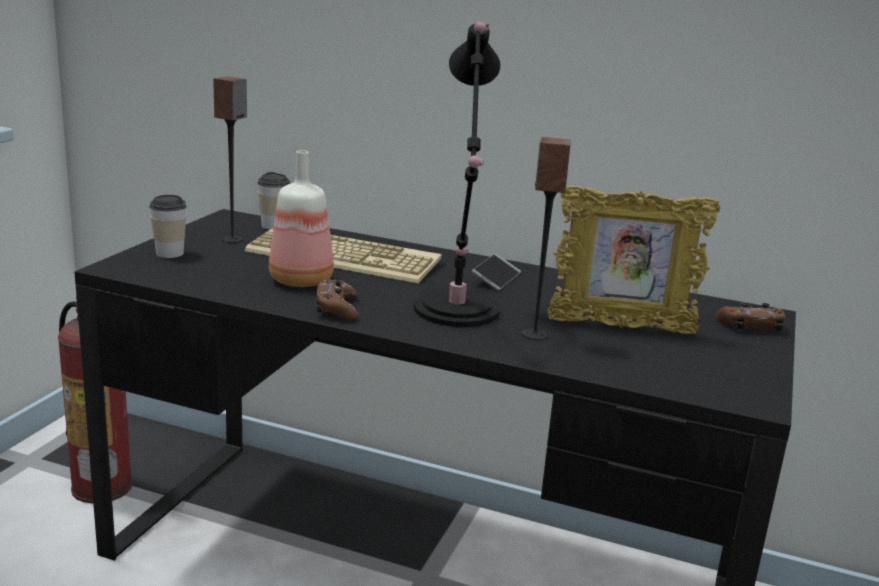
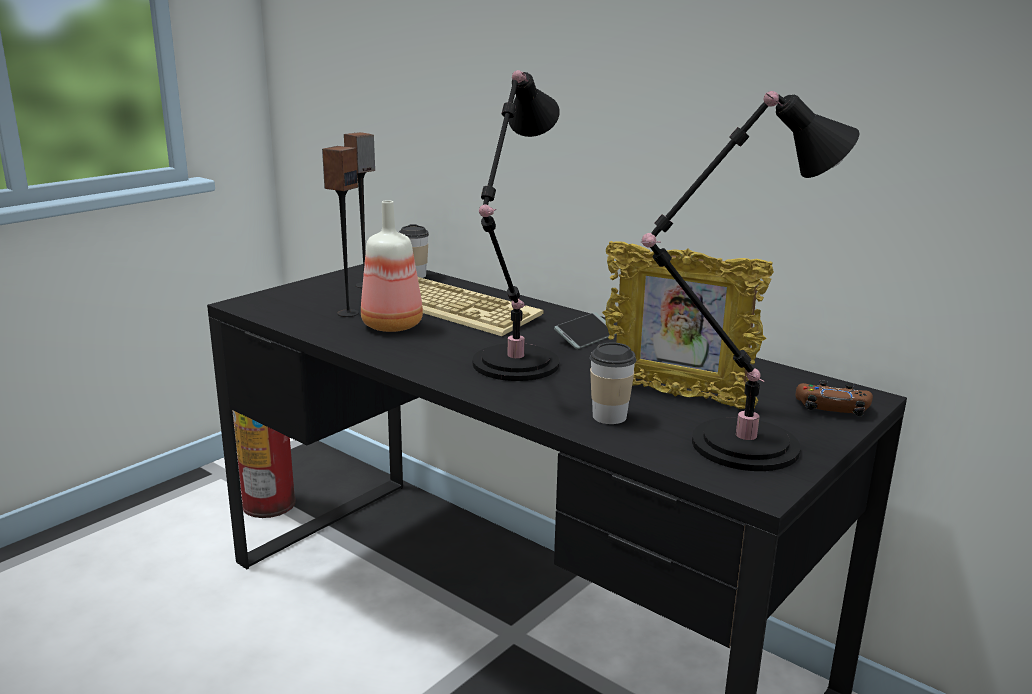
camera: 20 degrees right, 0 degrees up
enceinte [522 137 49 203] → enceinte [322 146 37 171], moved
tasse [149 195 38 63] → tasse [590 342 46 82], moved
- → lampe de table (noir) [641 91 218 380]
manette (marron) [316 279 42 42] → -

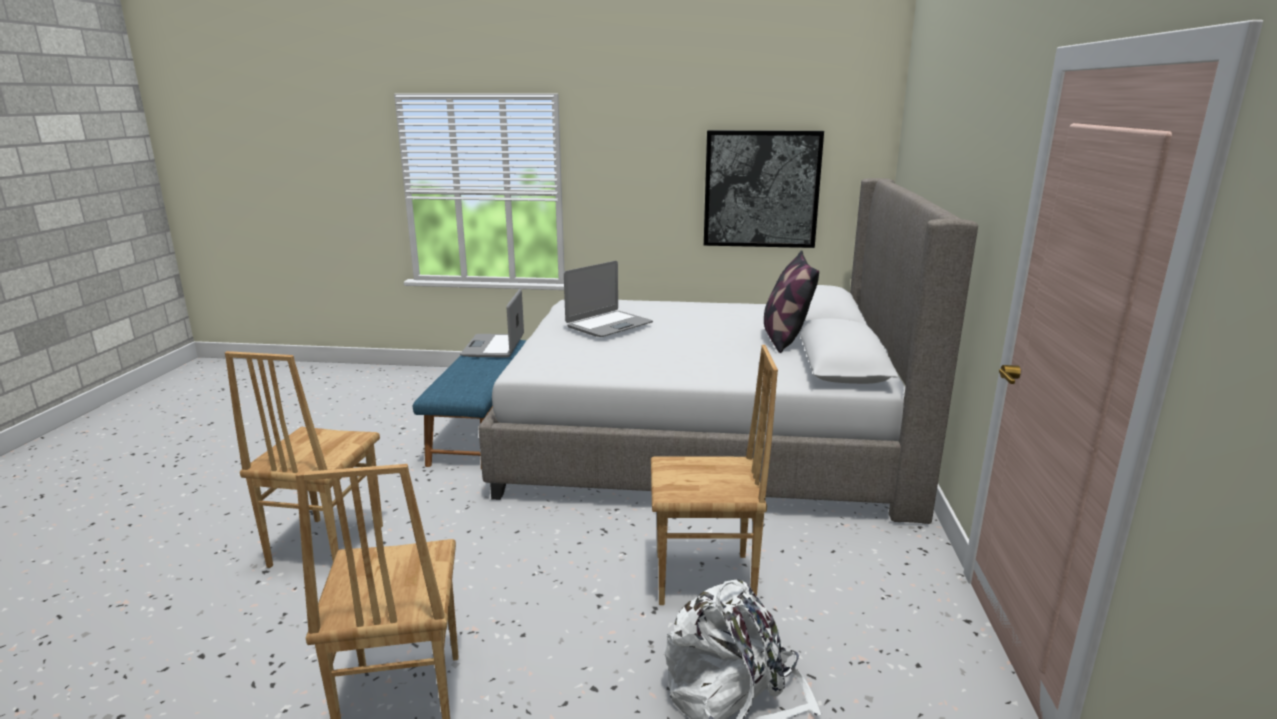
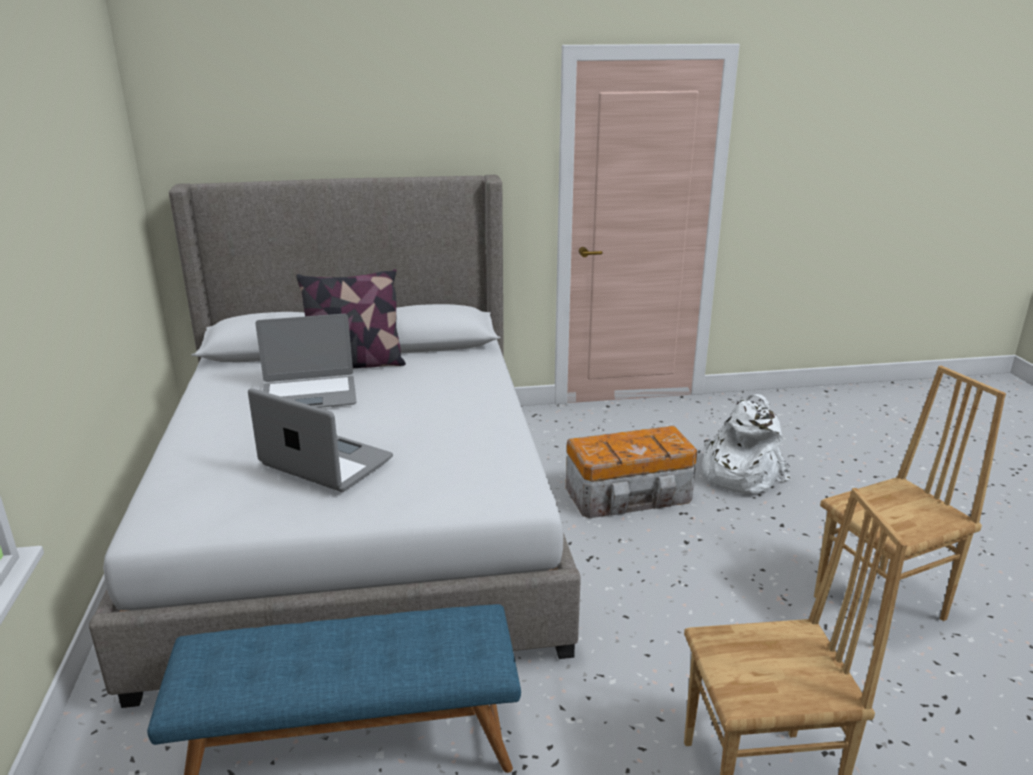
camera: 105 degrees left, 5 degrees up
ordinateur portable [460 289 64 69] → ordinateur portable [255 314 102 94], moved
chaise (marron) [651 345 127 260] → boîte de rangement [566 425 131 93]
tableau [704 130 120 118] → -

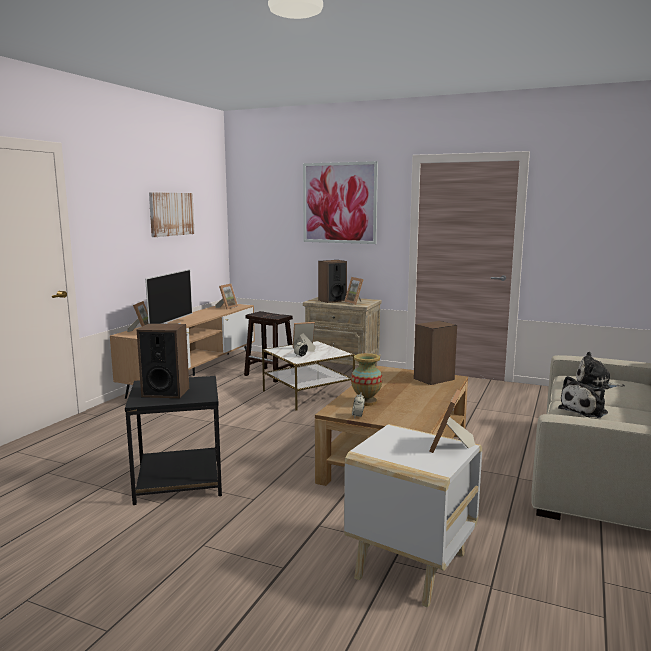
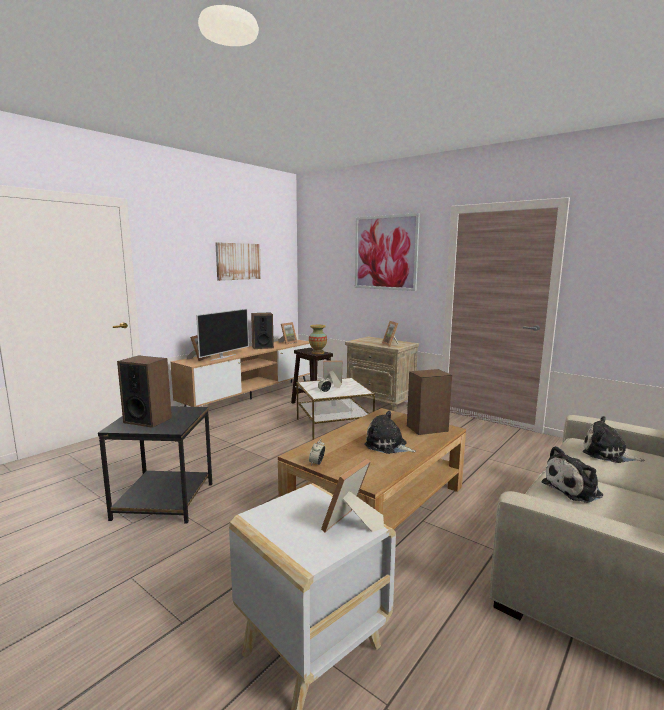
camera: 15 degrees right, 0 degrees up
enceinte [318 260 29 43] → enceinte [251 312 23 37], moved
vase [351 353 31 53] → vase [309 325 18 29], moved
- → peluche [365 411 51 43]

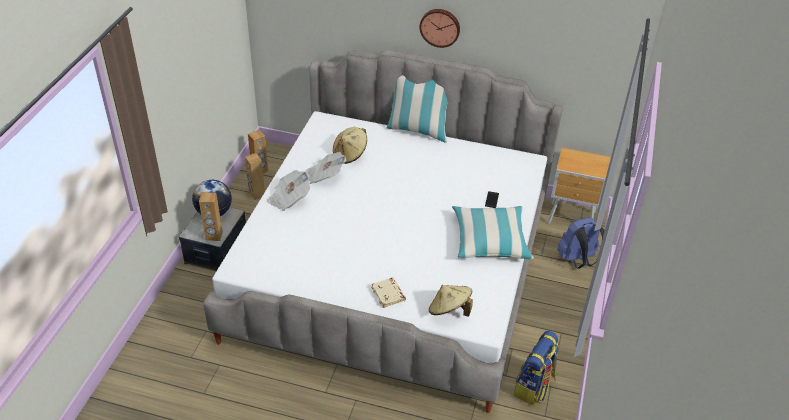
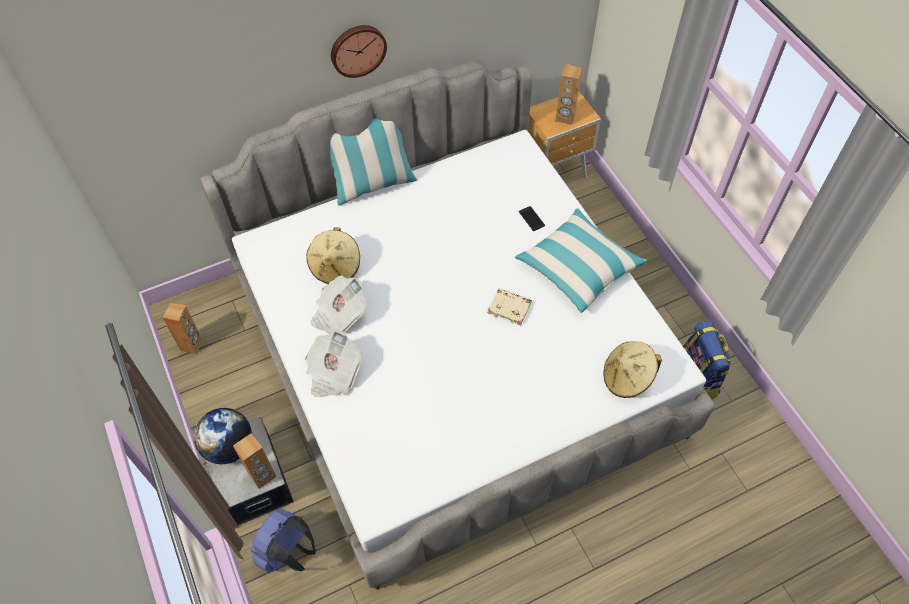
camera: 40 degrees left, 15 degrees up
sac à dos (bleu) [557 218 48 51] → sac à dos (bleu) [250 508 66 66], moved
livre (beige) [371 278 35 30] → livre (beige) [488 288 44 38], moved
enceinte (marron) [245 153 20 47] → enceinte (marron) [555 64 27 61], moved

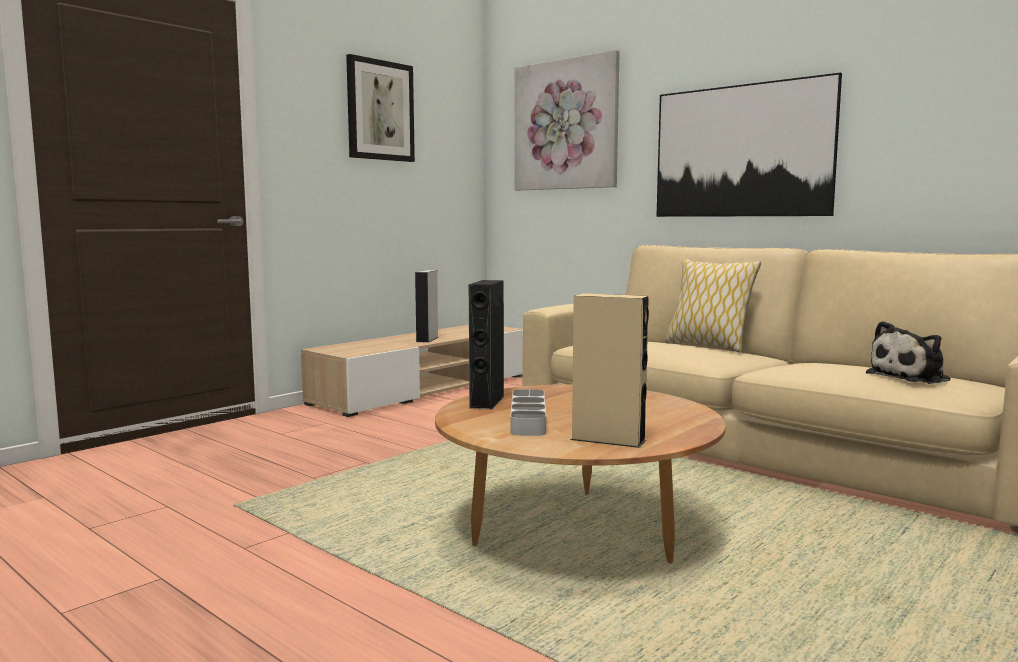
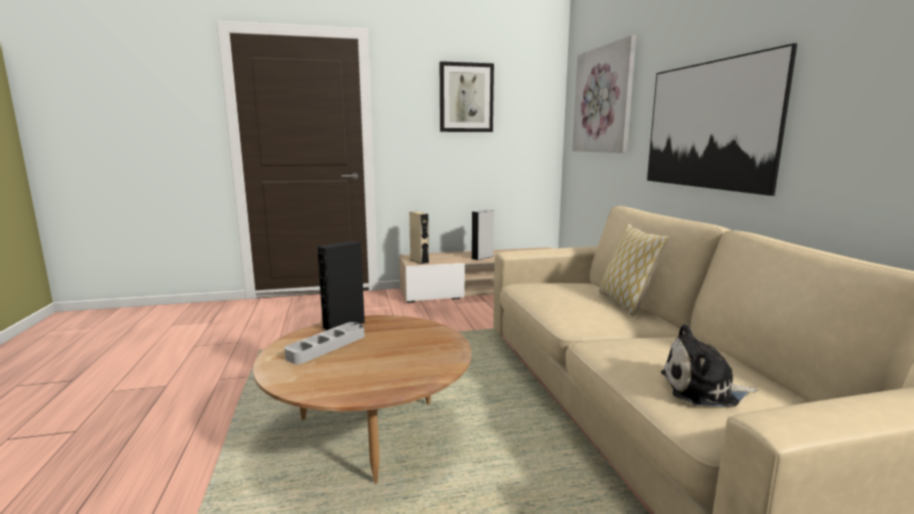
camera: 35 degrees right, 5 degrees up
enceinte (beige) [571 293 78 155] → enceinte (beige) [409 211 20 53], moved

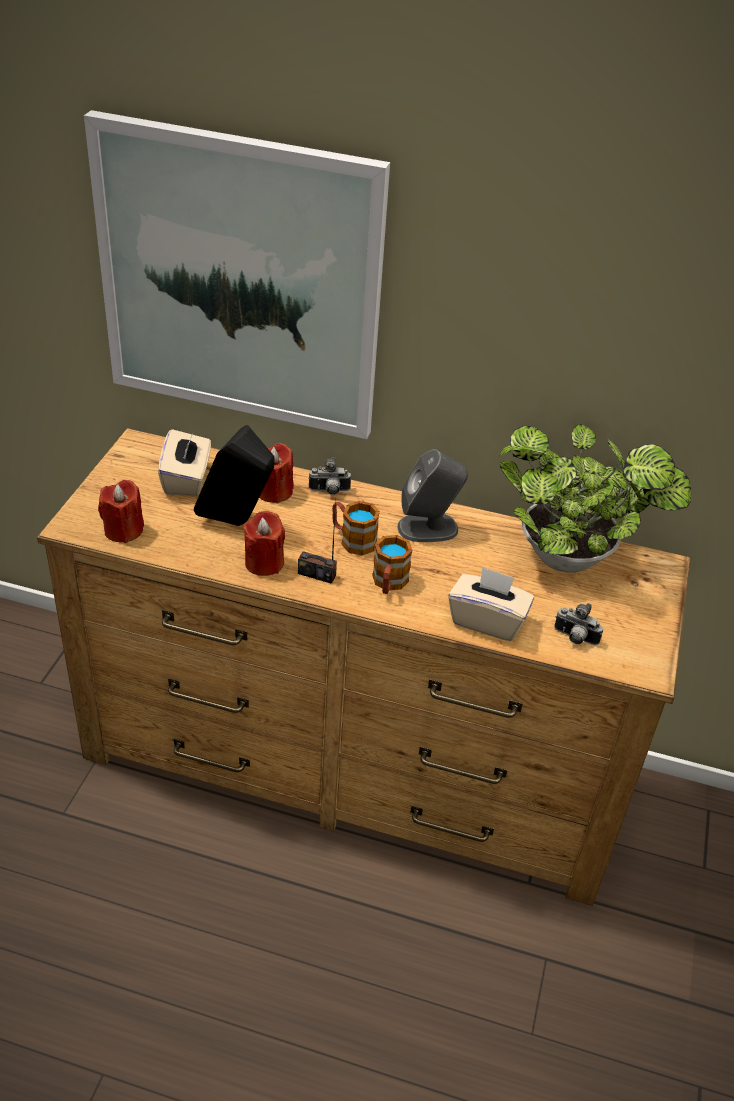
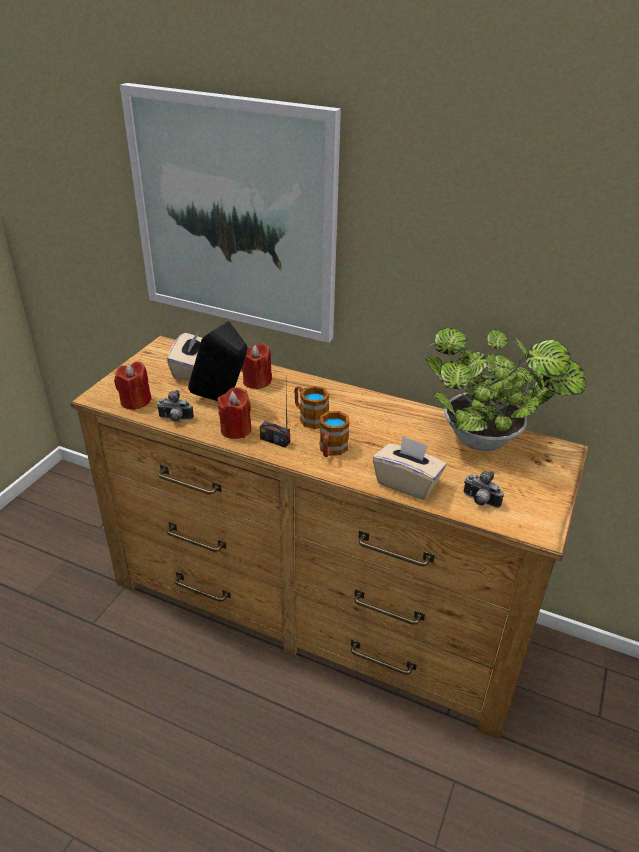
camera: 10 degrees right, 5 degrees down
appareil photo [308 457 44 38] → appareil photo [157 390 37 32], moved
enceinte (gris) [397 449 71 93] → -

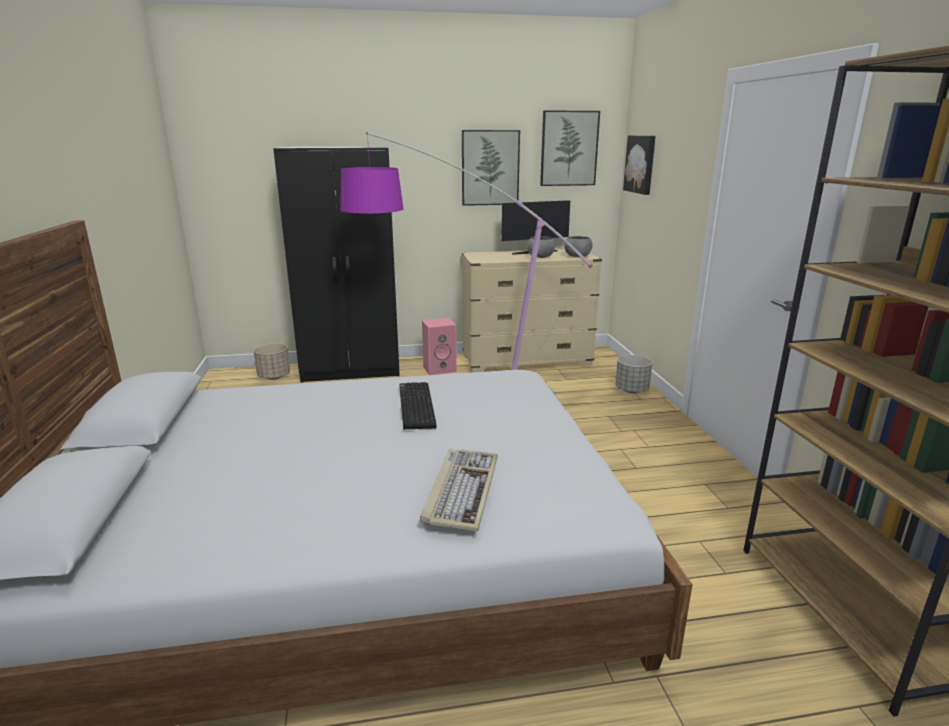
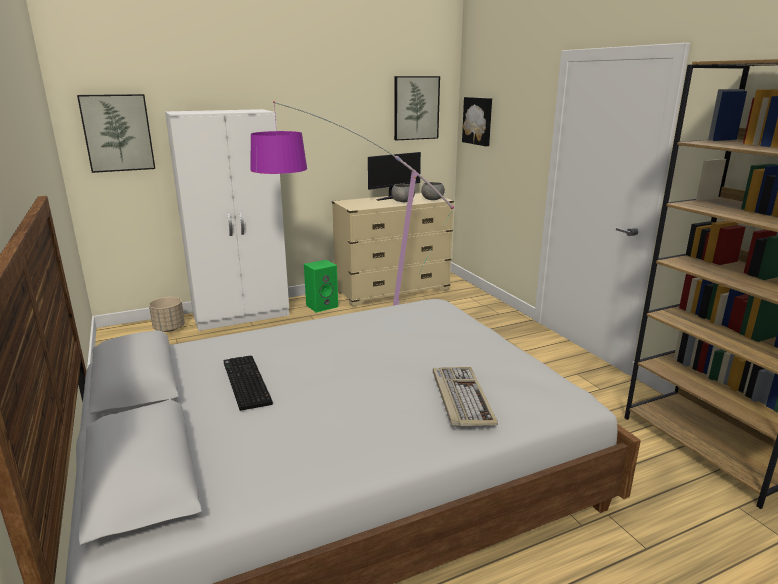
camera: 15 degrees left, 0 degrees up
tableau [462 130 58 76] → tableau [77 94 78 79], moved
armoire (noir) [273 147 127 235] → armoire (blanc) [165 109 124 222]
clavier [400 382 37 47] → clavier [224 355 49 56], moved
enceinte (rose) [422 318 35 57] → enceinte (vert) [304 260 34 53]
cache-pot (gris) [615 355 38 38] → -

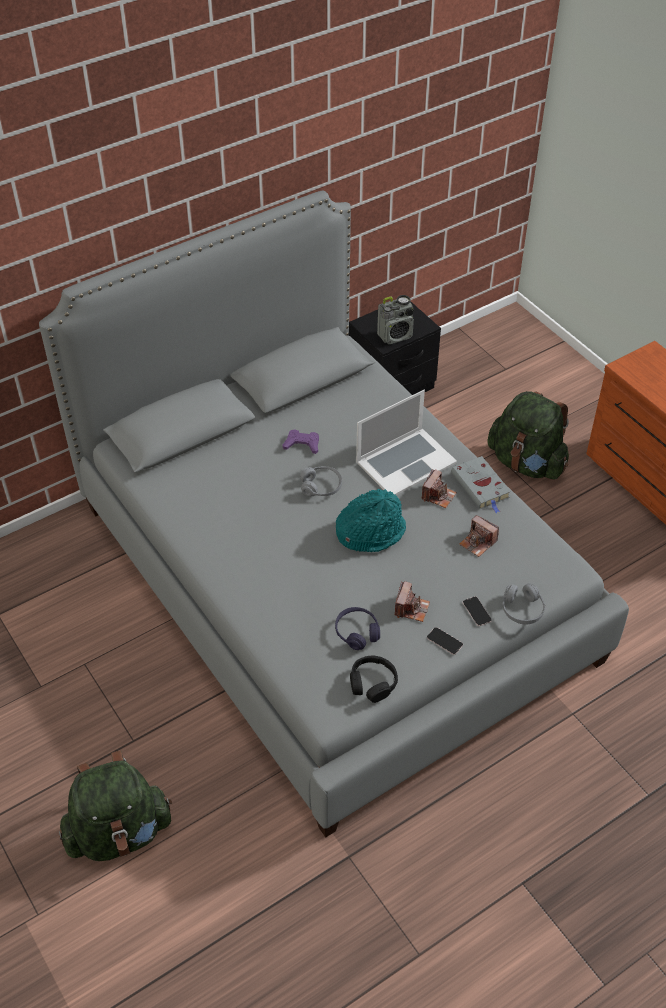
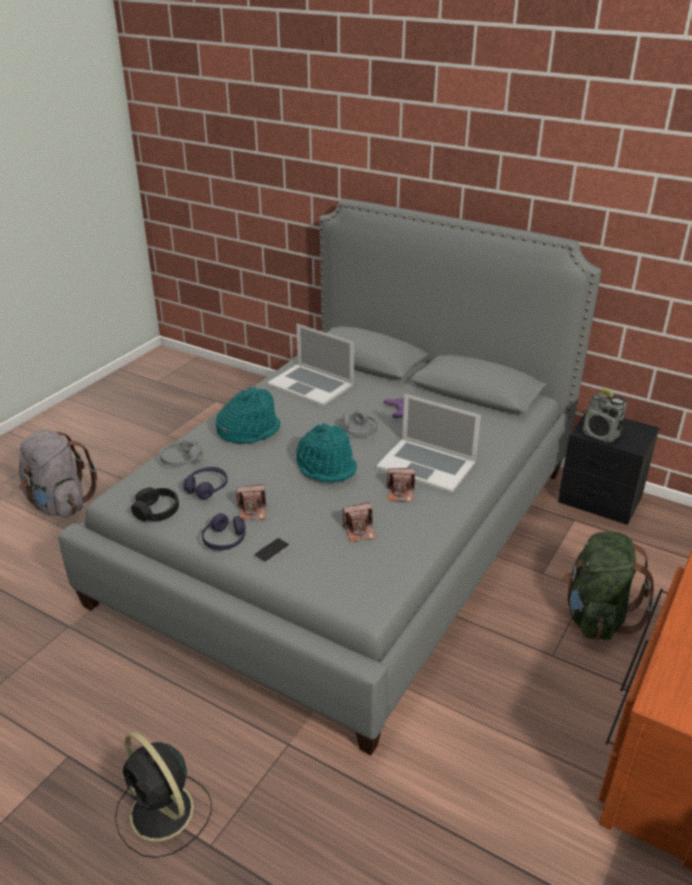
camera: 65 degrees right, 15 degrees down
sac à dos (vert) [59 750 113 111] → sac à dos (gris) [19 429 78 89]
- → ventilateur (noir) [115 732 97 126]
casque audio (gris) [503 583 42 42] → casque audio (gris) [160 438 43 28], moved
téléphone [427 627 36 28] → casque audio (violet) [202 513 44 38]
- → chapeau (turquoise) [215 387 65 57]
- → ordinateur portable [267 324 87 82]
appareil photo [459 515 40 42] → appareil photo [342 502 35 40], 120 degrees counterclockwise
livre (gris) [451 456 60 57] → -

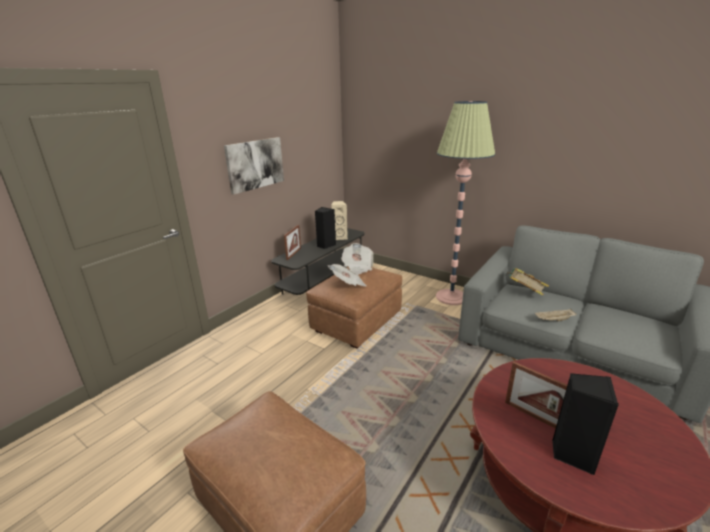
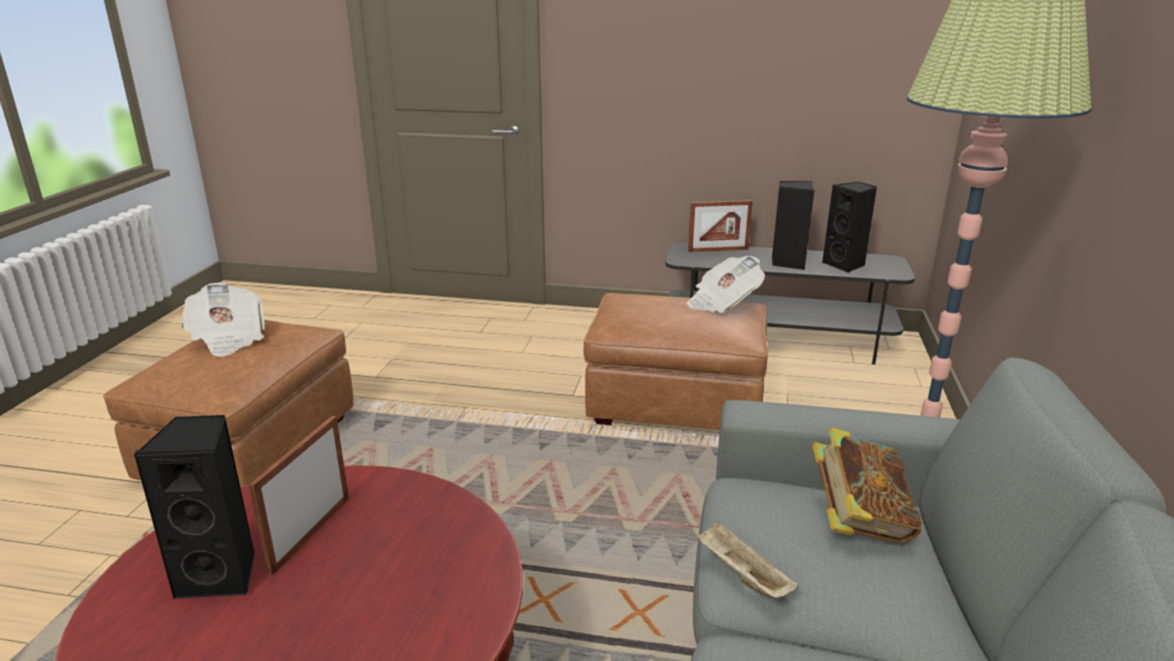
camera: 65 degrees right, 0 degrees up
journal [328 264 39 23] → journal [181 283 84 74], moved
enceinte (beige) [331 201 17 39] → enceinte (noir) [822 182 55 91]
tableau [224 137 60 58] → -

